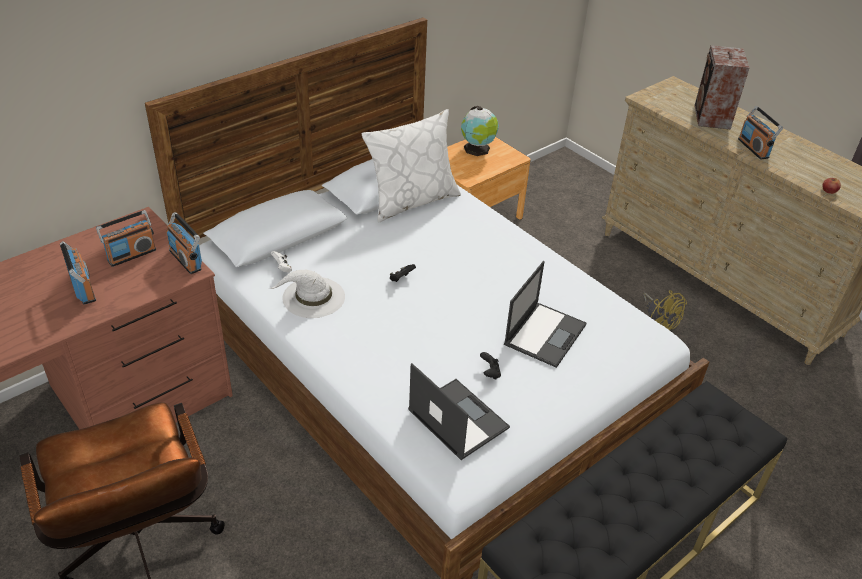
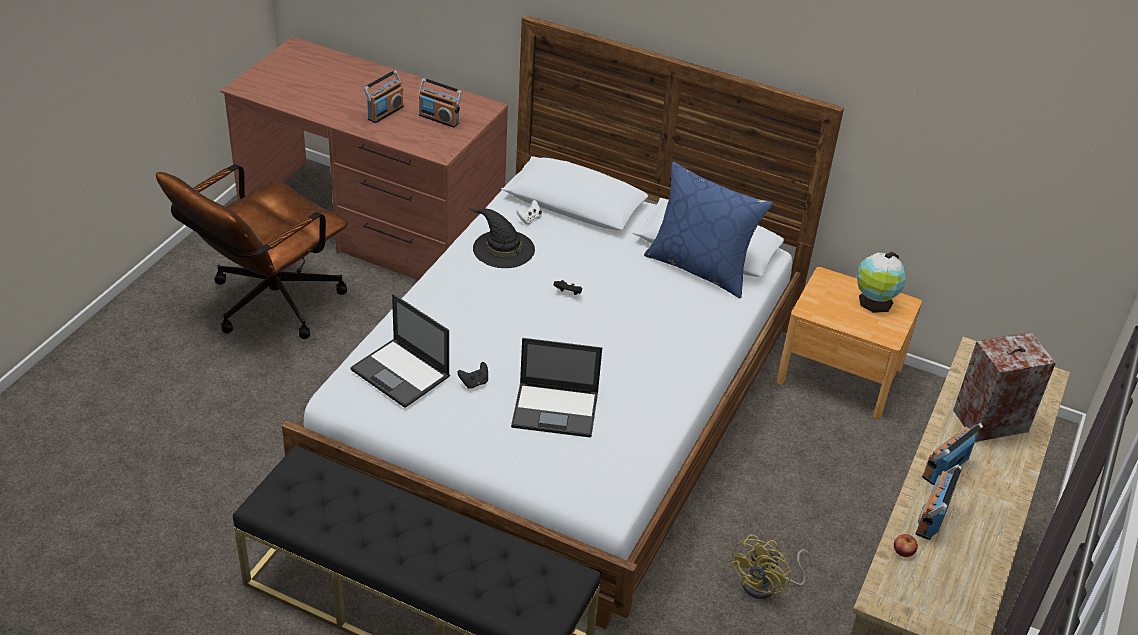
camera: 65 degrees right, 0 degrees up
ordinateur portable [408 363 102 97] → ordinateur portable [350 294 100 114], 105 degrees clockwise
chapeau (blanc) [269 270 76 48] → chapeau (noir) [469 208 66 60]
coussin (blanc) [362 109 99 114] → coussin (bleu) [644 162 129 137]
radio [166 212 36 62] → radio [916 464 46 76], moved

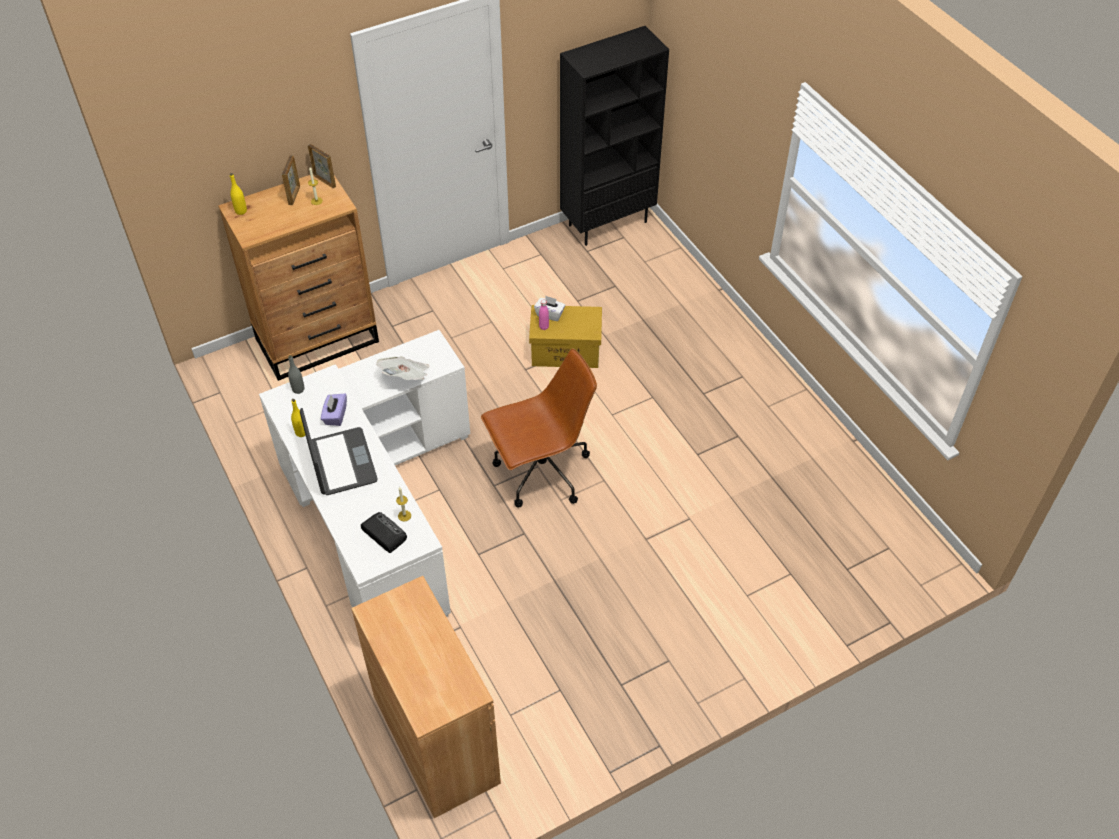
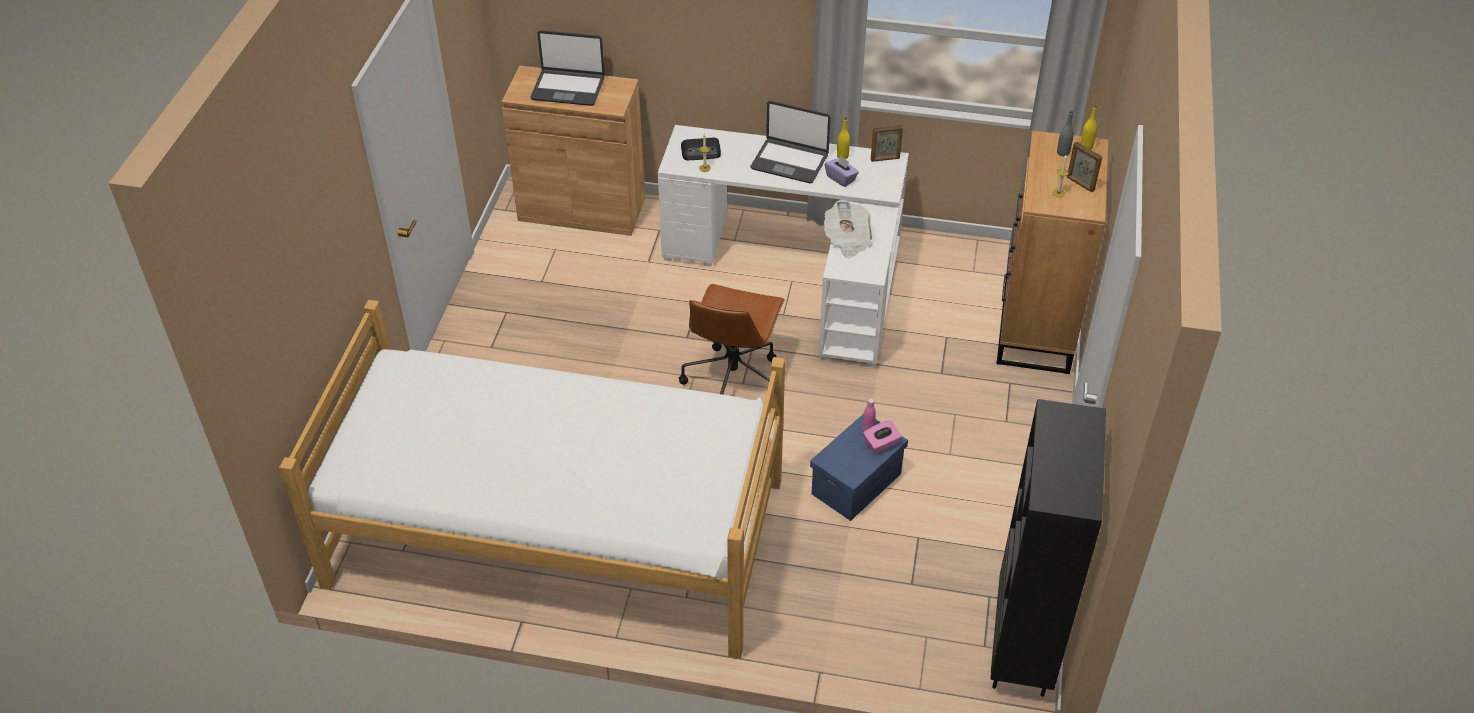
camera: 130 degrees right, 5 degrees down
- → lit [279 300 506 358]
- → ordinateur portable [530 30 75 76]
boîte de rangement (jaune) [529 305 73 63] → boîte de rangement (bleu) [810 414 98 107]
boîte à mouchoirs (blanc) [534 296 31 25] → boîte à mouchoirs (rose) [863 420 39 34]
cadre photo [308 144 28 44] → cadre photo [871 125 32 37], moved
bouteille (gris) [288 355 16 39] → bouteille (gris) [1057 110 17 46], moved

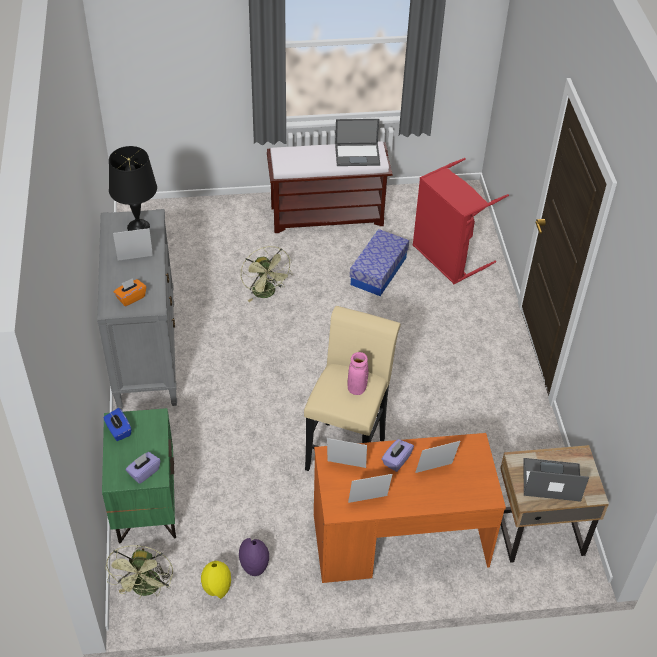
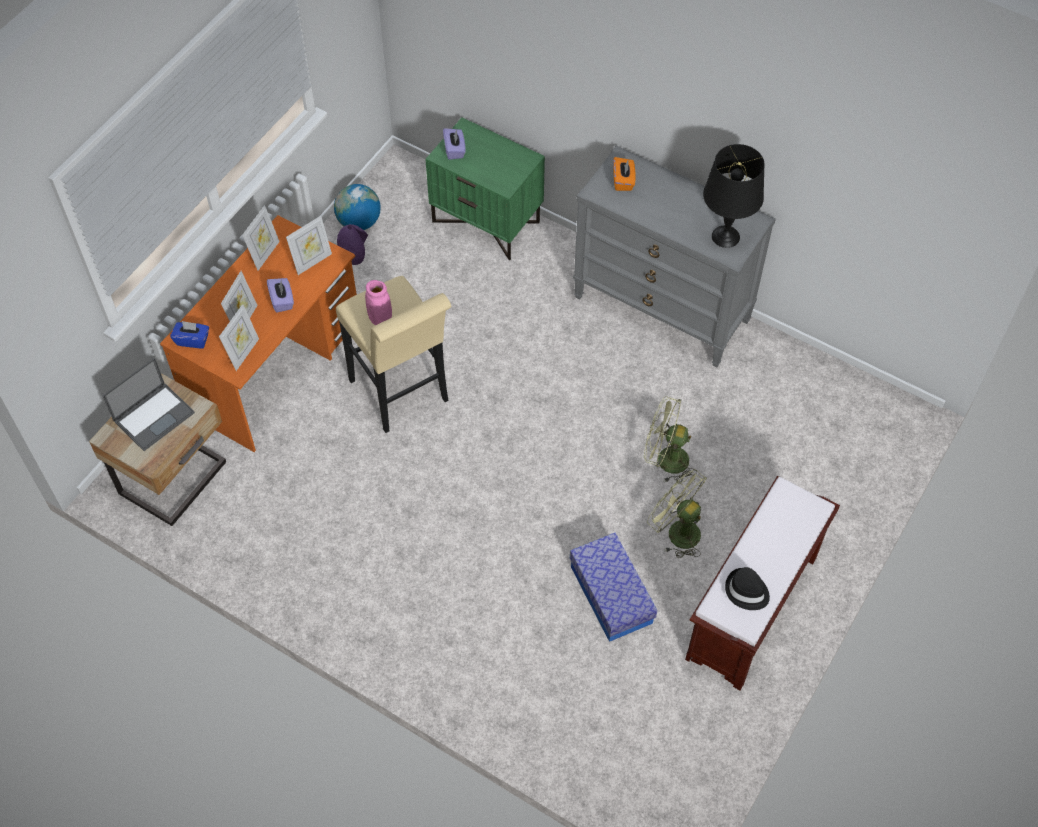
camera: 130 degrees right, 10 degrees up
boîte à mouchoirs (bleu) [103 408 28 33] → boîte à mouchoirs (bleu) [170 321 39 27], moved
cadre photo [113 228 40 33] → cadre photo [219 304 40 67], moved
vase (jaune) [201 561 30 38] → globe [334 184 47 46]
ventilateur (vert) [105 545 68 53] → ventilateur (vert) [647 469 60 89], moved
ordinateur portable [335 119 45 47] → chapeau (noir) [725 567 45 43]
panier à linge (rouge) [413 158 96 126] → -

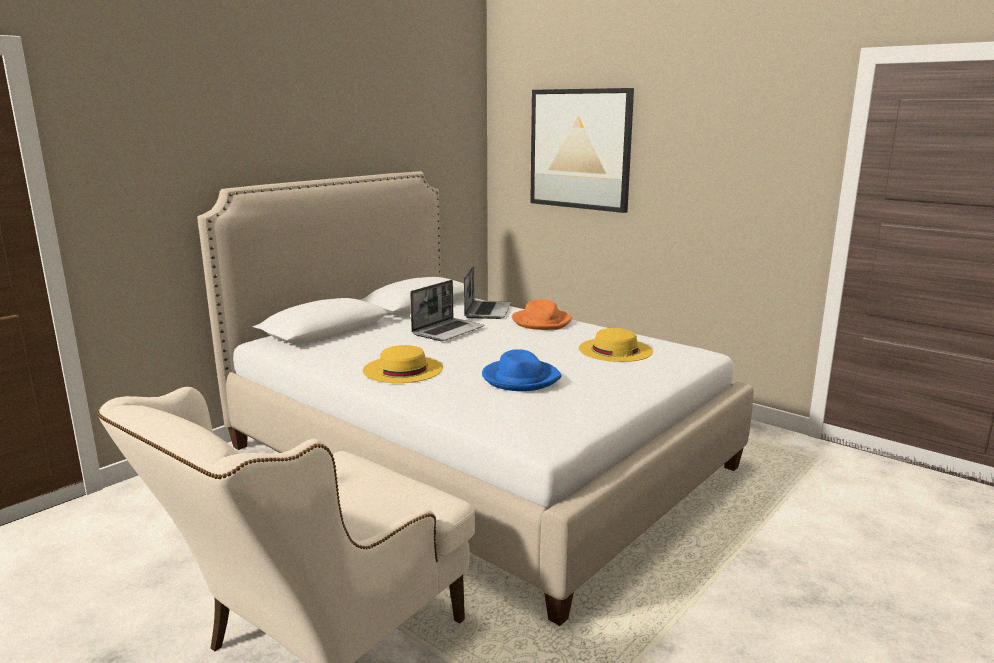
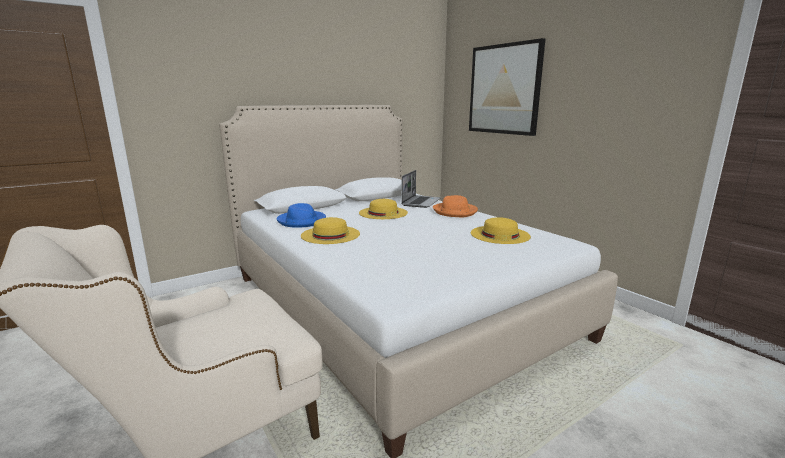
camera: 15 degrees right, 0 degrees up
chapeau (bleu) [482 349 80 42] → chapeau (bleu) [277 203 49 25], moved
ordinateur portable [410 280 74 61] → chapeau (jaune) [359 199 49 20]

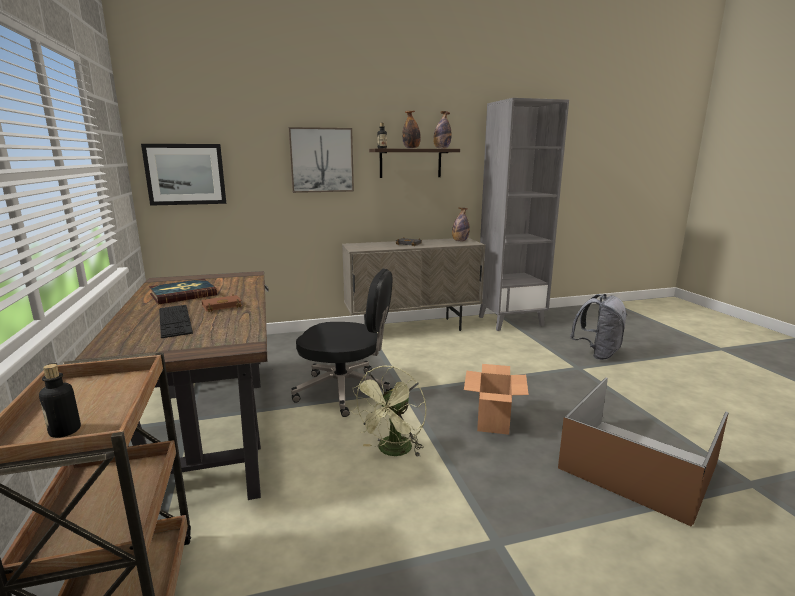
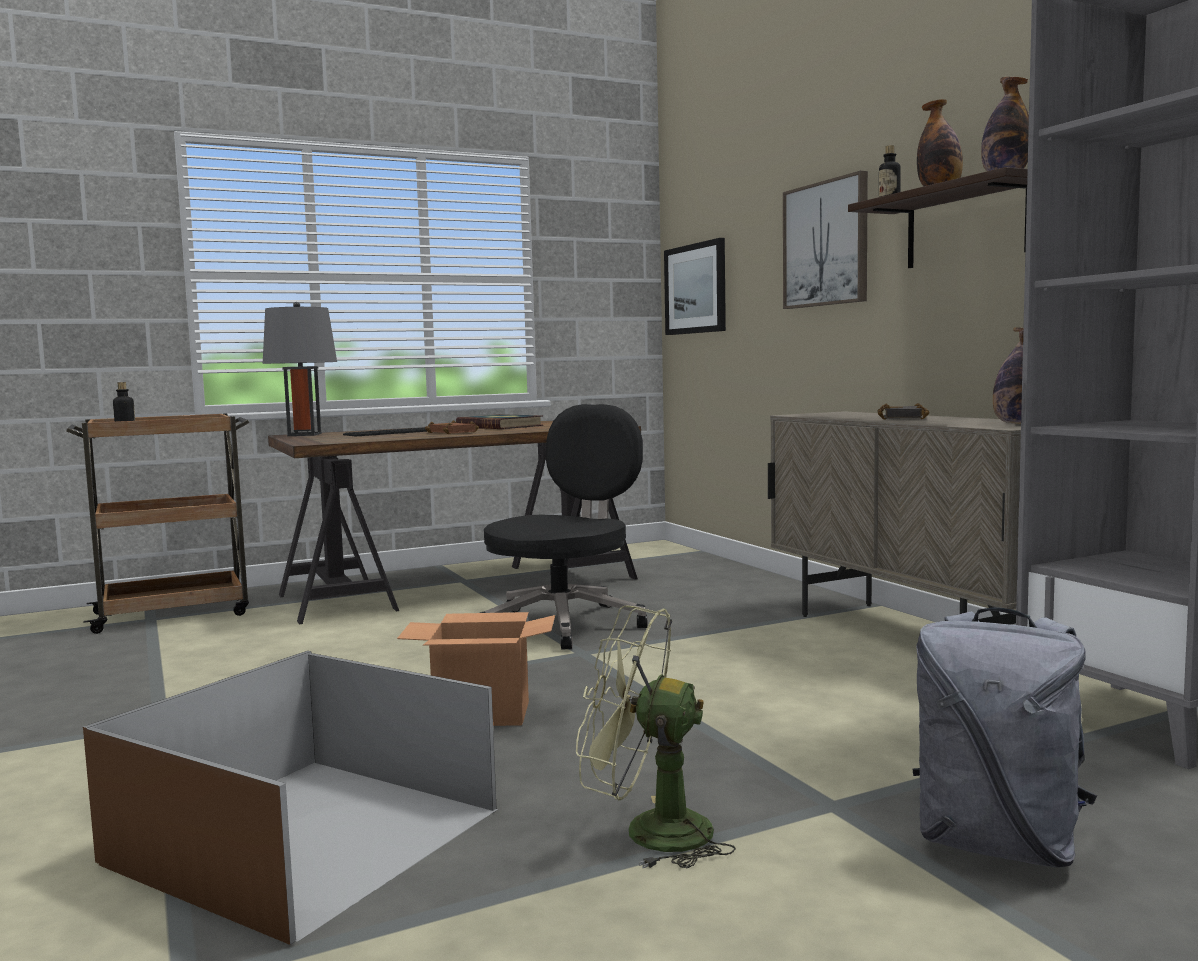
camera: 80 degrees right, 10 degrees down
- → lampe de table (gris) [262 302 75 134]
chaise de bureau (noir) [291 269 101 148] → chaise de bureau (noir) [480 404 168 245], 150 degrees counterclockwise
ventilateur (vert) [350 366 76 91] → ventilateur (vert) [576 605 160 263], moved

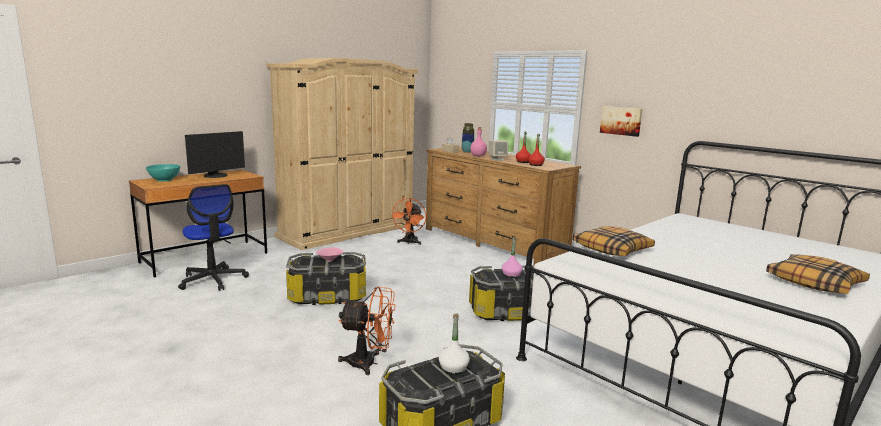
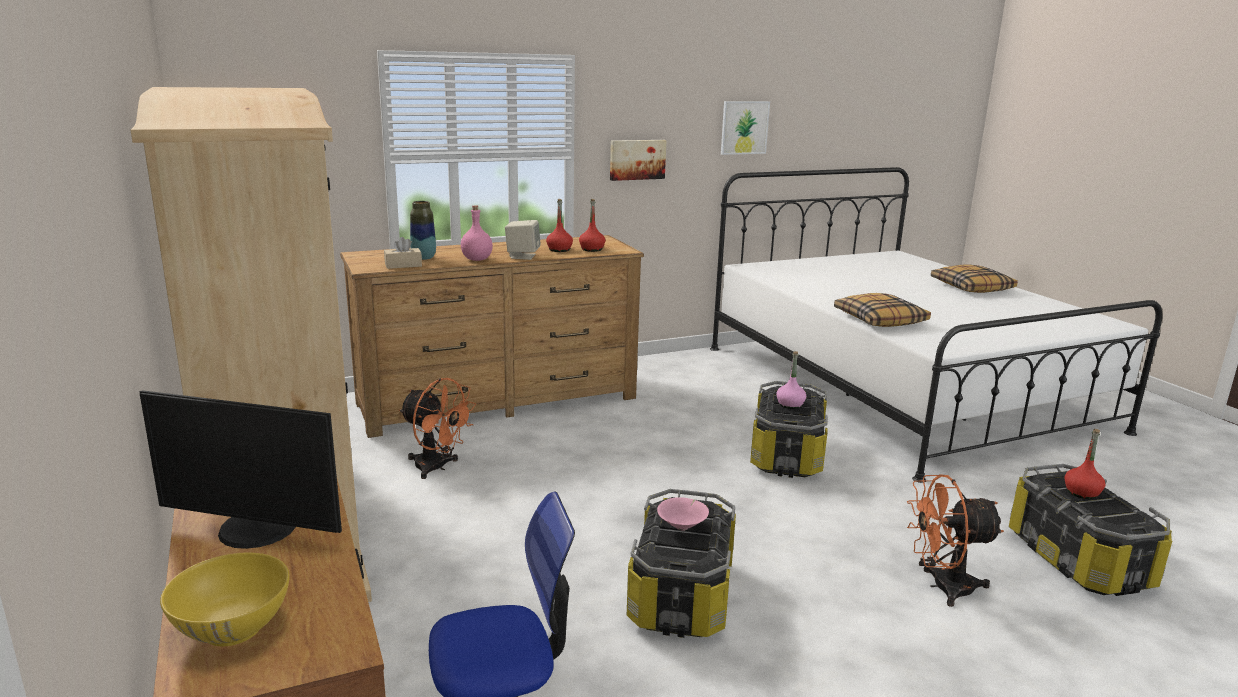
camera: 70 degrees left, 5 degrees up
écran d'ordinateur [185 131 60 47] → écran d'ordinateur [140 390 202 159], 135 degrees clockwise
bol (turquoise) [146 164 34 17] → bol (jaune) [160 553 130 93]
- → tableau [721 101 49 54]
ventilateur (orange) [338 286 58 89] → ventilateur (orange) [907 474 97 133], 120 degrees counterclockwise
bouteille (blanc) [439 313 31 62] → bouteille (rouge) [1065 429 40 70]

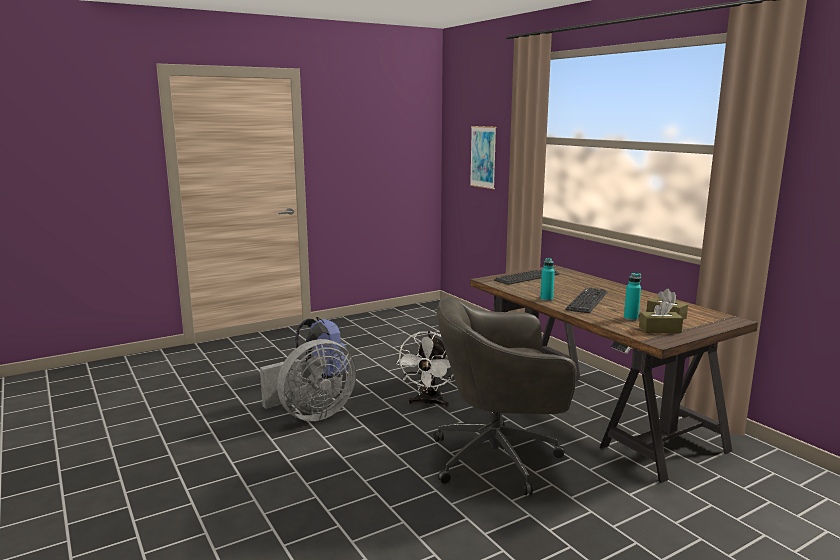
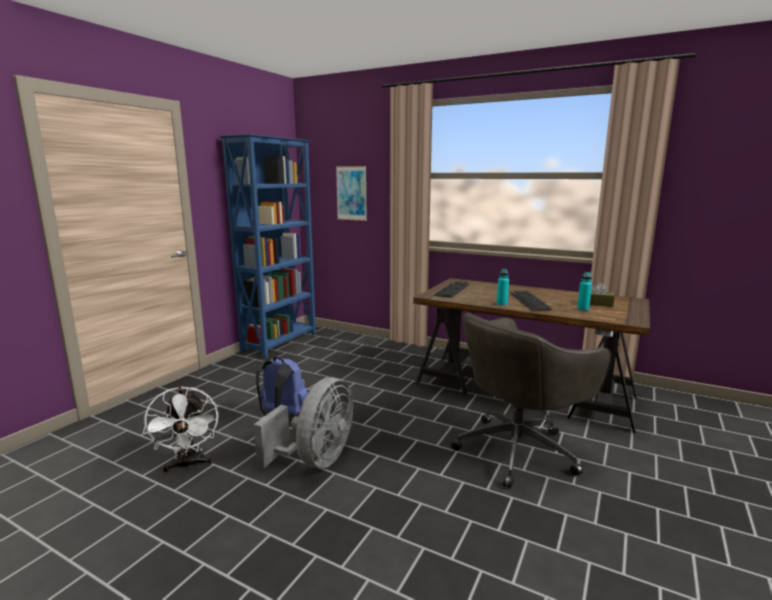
camera: 30 degrees left, 0 degrees up
ventilateur (blanc) [396 331 57 76] → ventilateur (blanc) [143 386 75 86], moved
- → bibliothèque (bleu) [219 134 97 224]
boîte à mouchoirs (marron) [639 300 44 33] → -

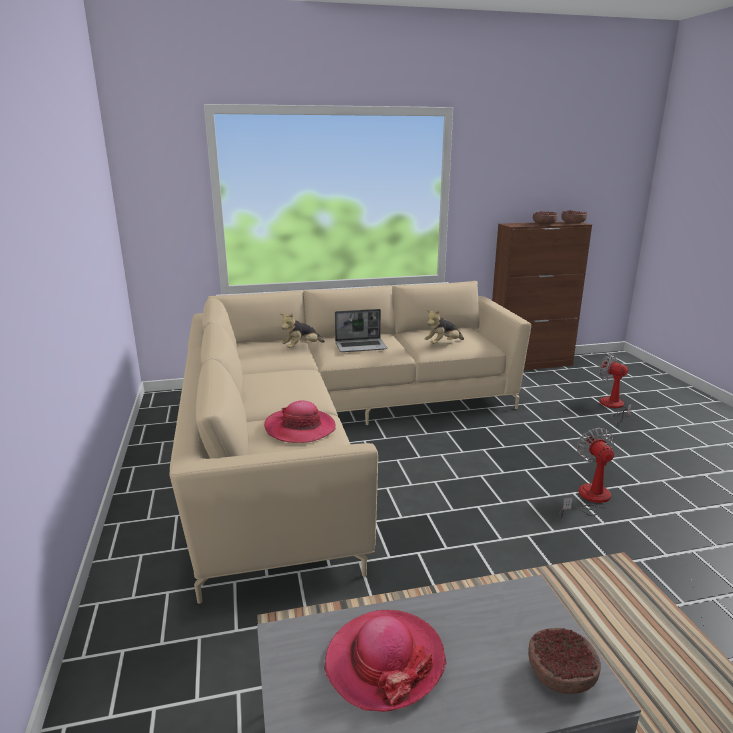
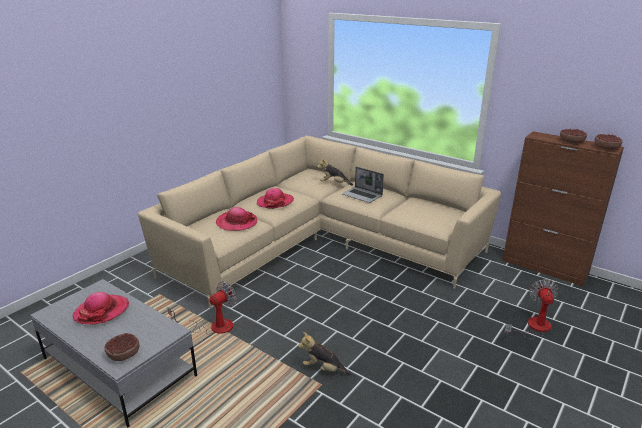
camera: 50 degrees right, 5 degrees up
ventilateur [559 428 55 91] → ventilateur [168 281 69 54], moved
- → chapeau [257 188 37 21]
peluche [424 310 40 34] → peluche [298 332 54 43], moved

